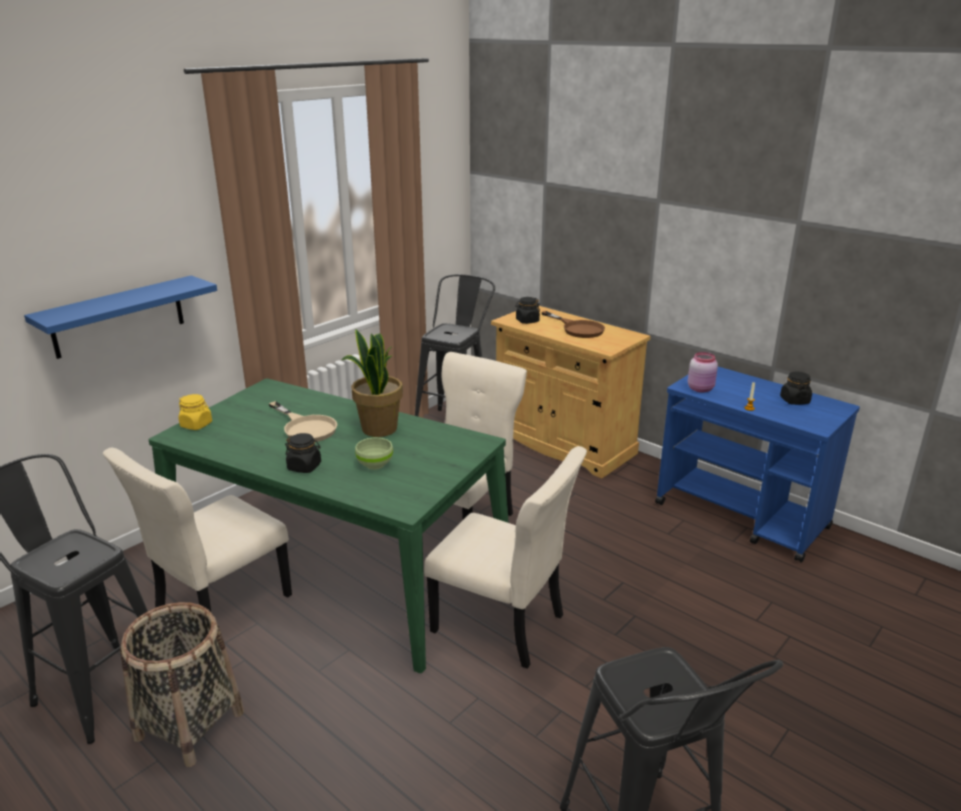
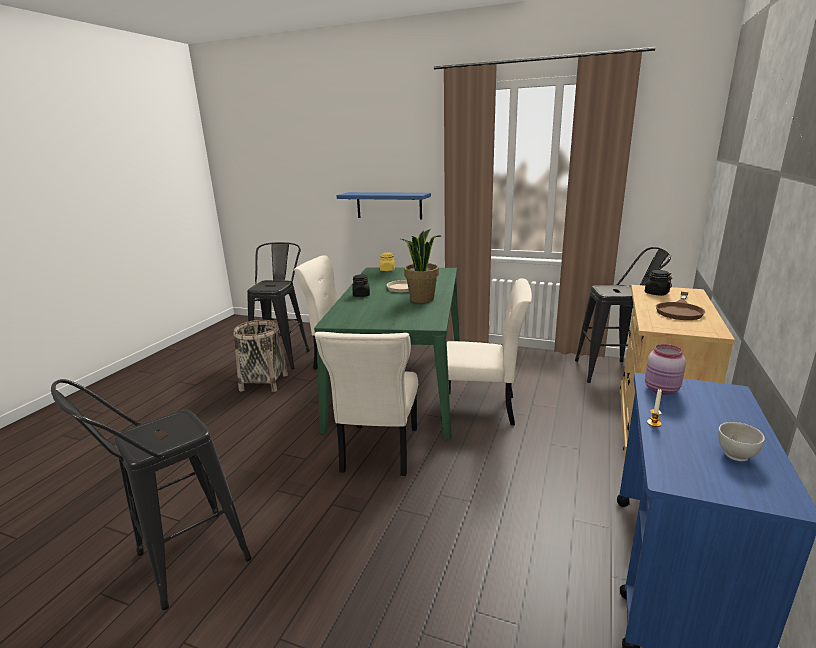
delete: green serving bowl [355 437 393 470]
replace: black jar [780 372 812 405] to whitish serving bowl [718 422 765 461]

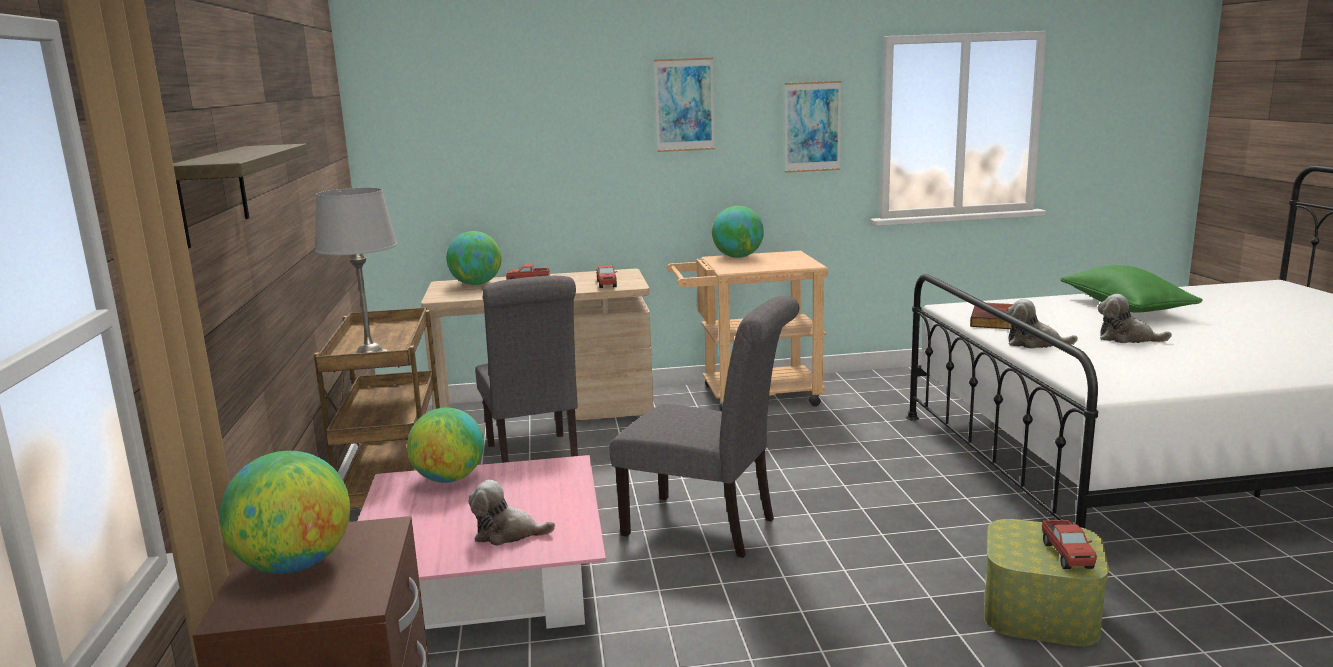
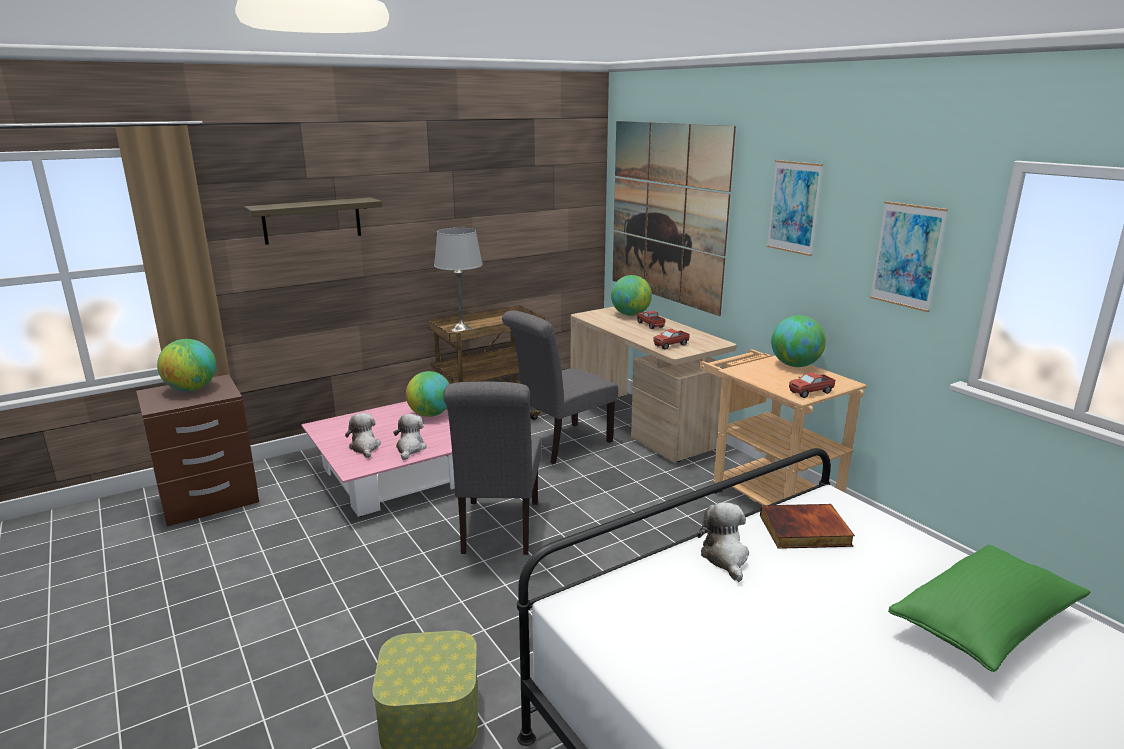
insert: wall art [612 121 736 316]
move: model truck [1042 520 1097 569] to [789 372 835 398]; plush toy [1098 294 1172 343] to [393 414 427 460]

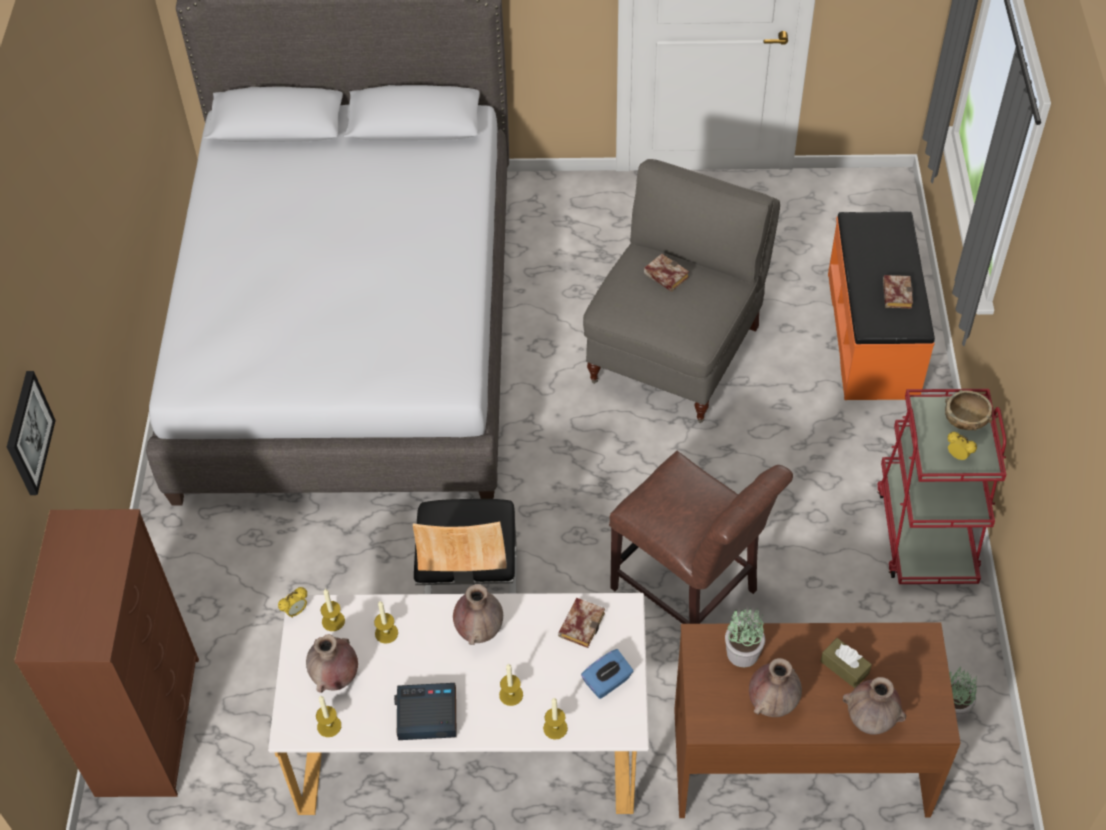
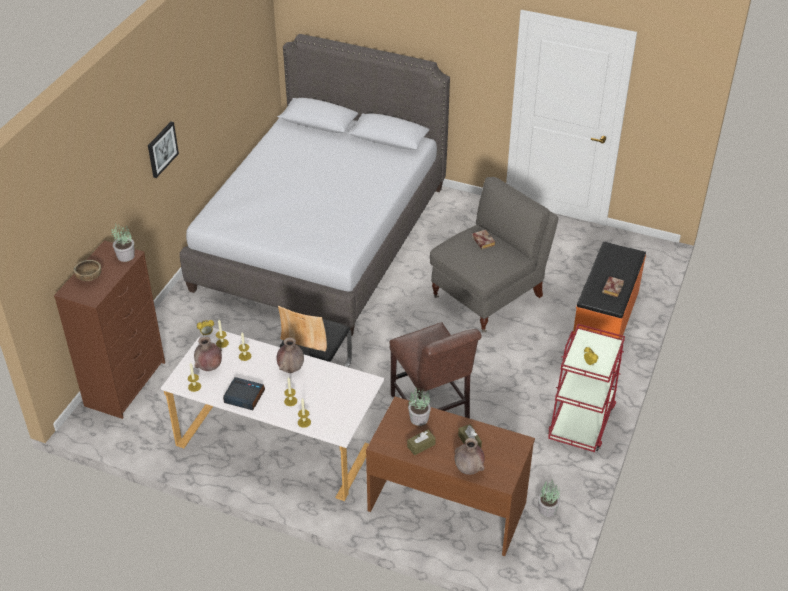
delete: bound book [558 598 605 648]; bluish tissue holder [581 649 634 699]
insert: plant in a pot [111 223 135 262]
move: wall art [7 371 56 495] to [148 122 179 178]; brownish serving bowl [945 390 993 431] to [73 260 101 281]
replace: brownish decorative vase [749 658 802 717] to brownish tissue holder [407 429 436 455]

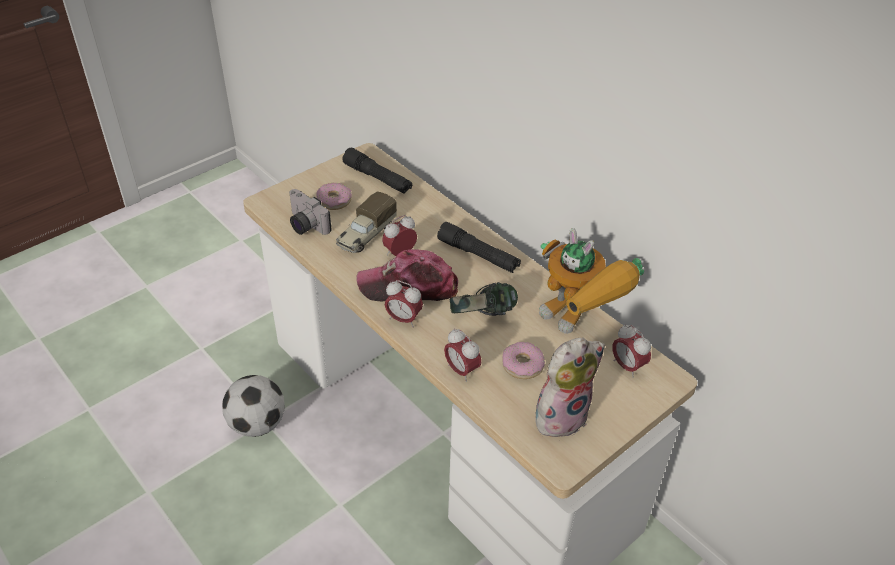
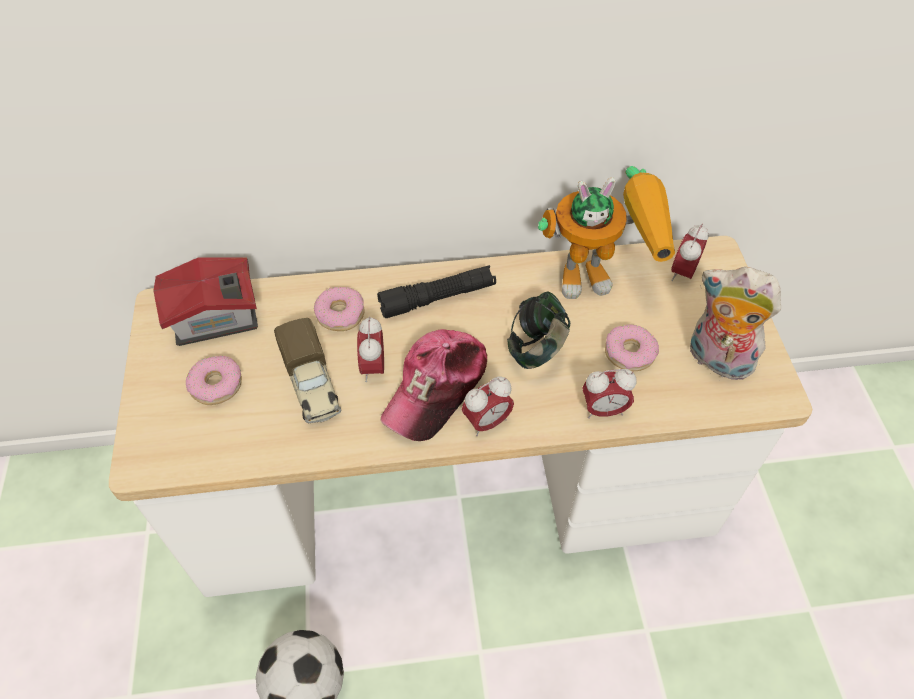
delete: photo camera [289 189 332 235]
insert: doughnut [314 287 365 331]
replace: black hand torch [342 148 412 194] to toy house [153 257 258 346]
rotate: plush toy [535 337 605 441] = [690 267 781 381] 60 degrees counterclockwise; alarm clock [612 324 651 378] = [671 224 709 281] 120 degrees clockwise

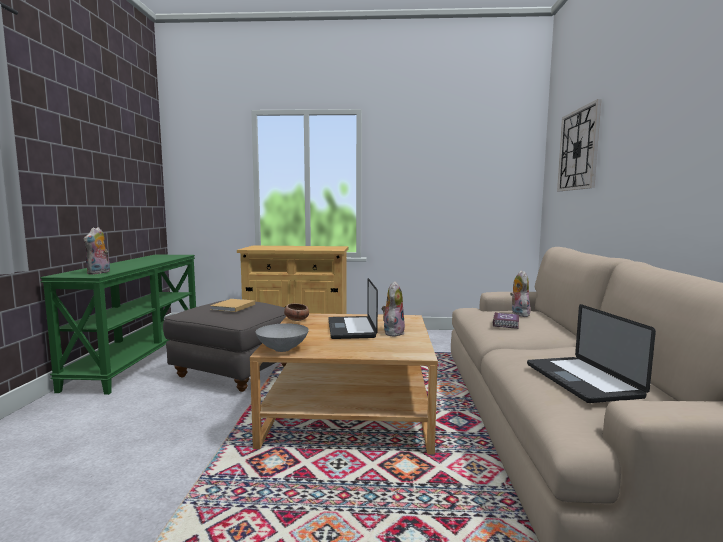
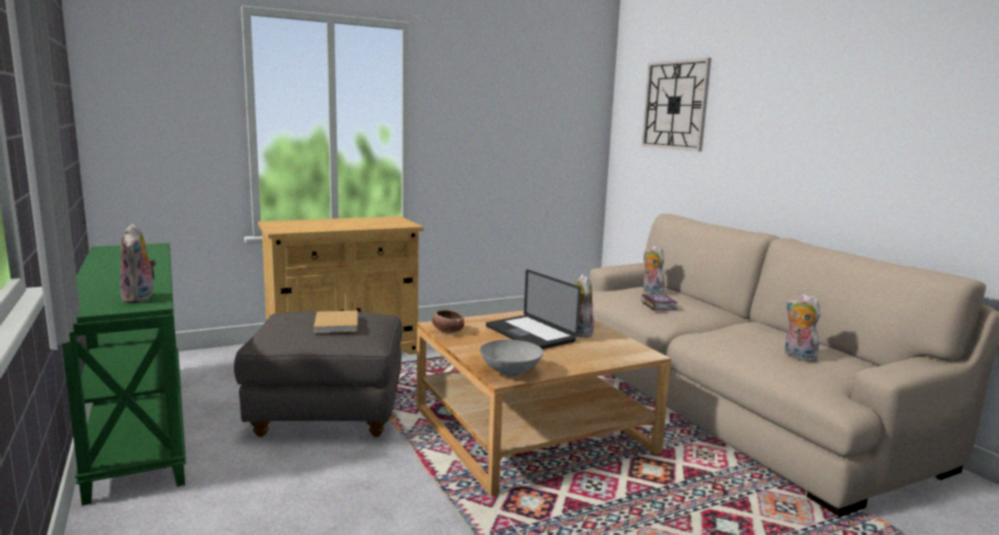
replace: portable computer [527 304 656 403] to plush toy [785 294 821 362]

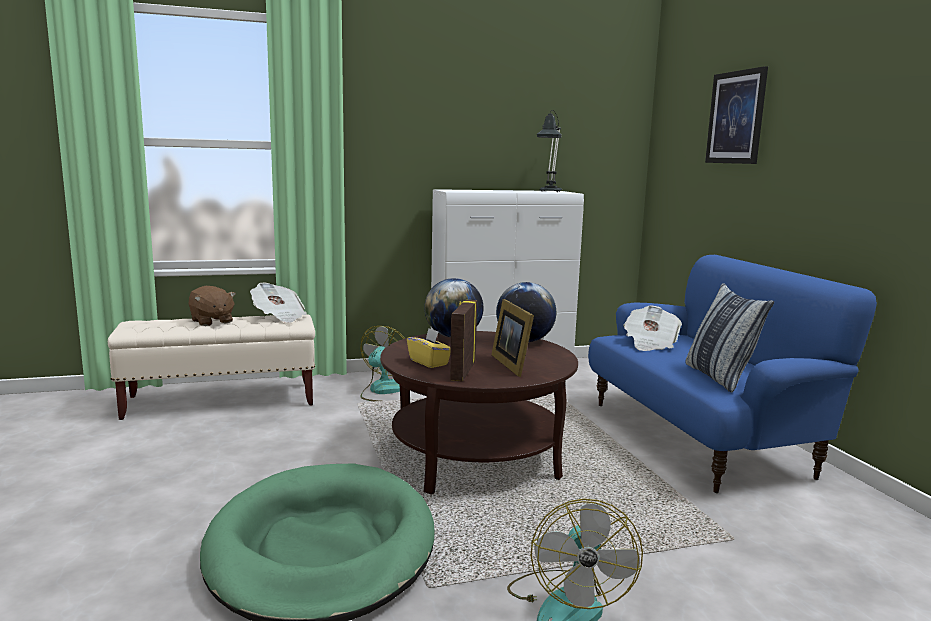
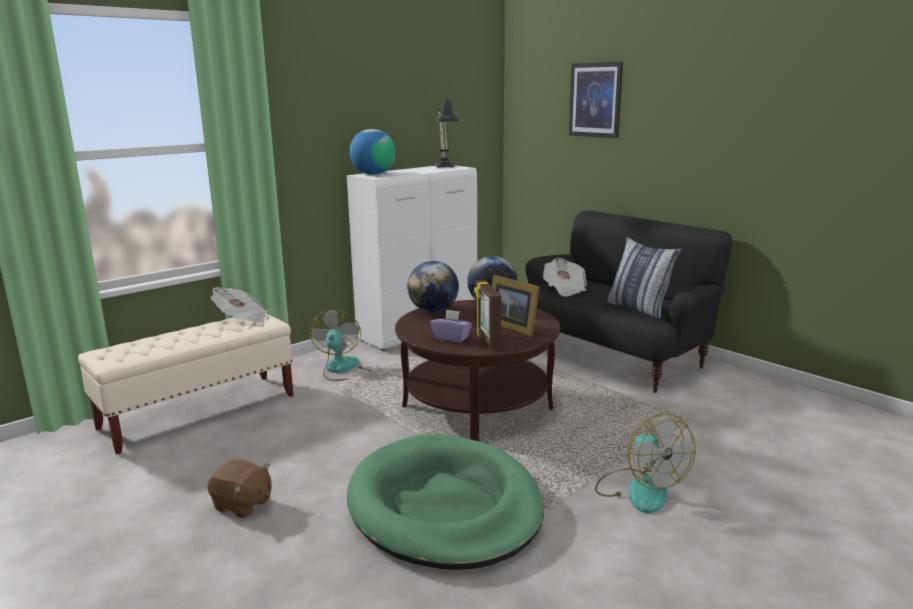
insert: world globe [350 129 395 175]
move: brownish plush toy [188 286 236 326] to [207 459 271 519]
recolor: yellow tissue holder [407 328 450 368] to purplish tissue holder [430 309 472 343]; bluish settee [588 255 877 494] to black settee [525 210 733 393]

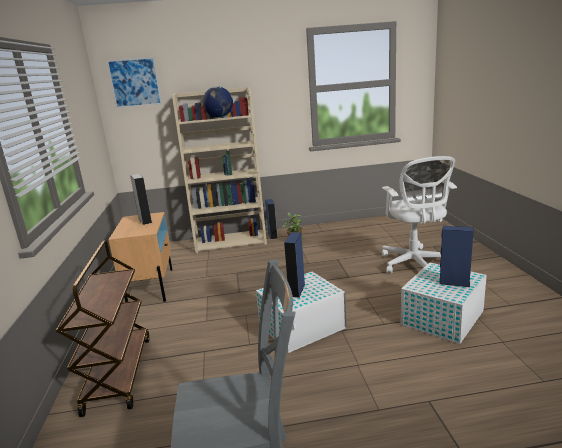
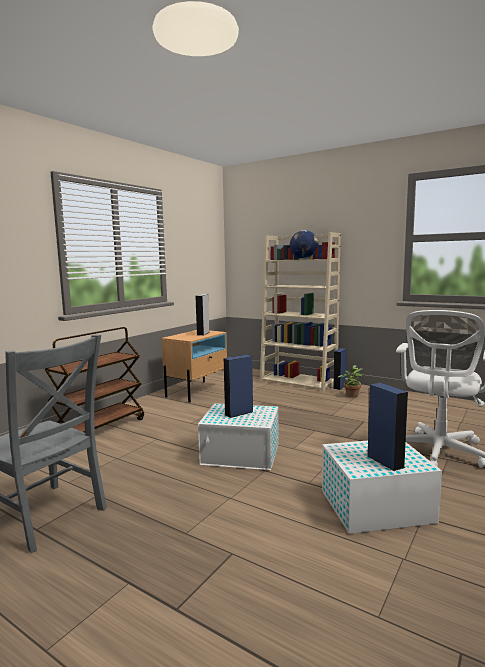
delete: wall art [106 57 162 108]

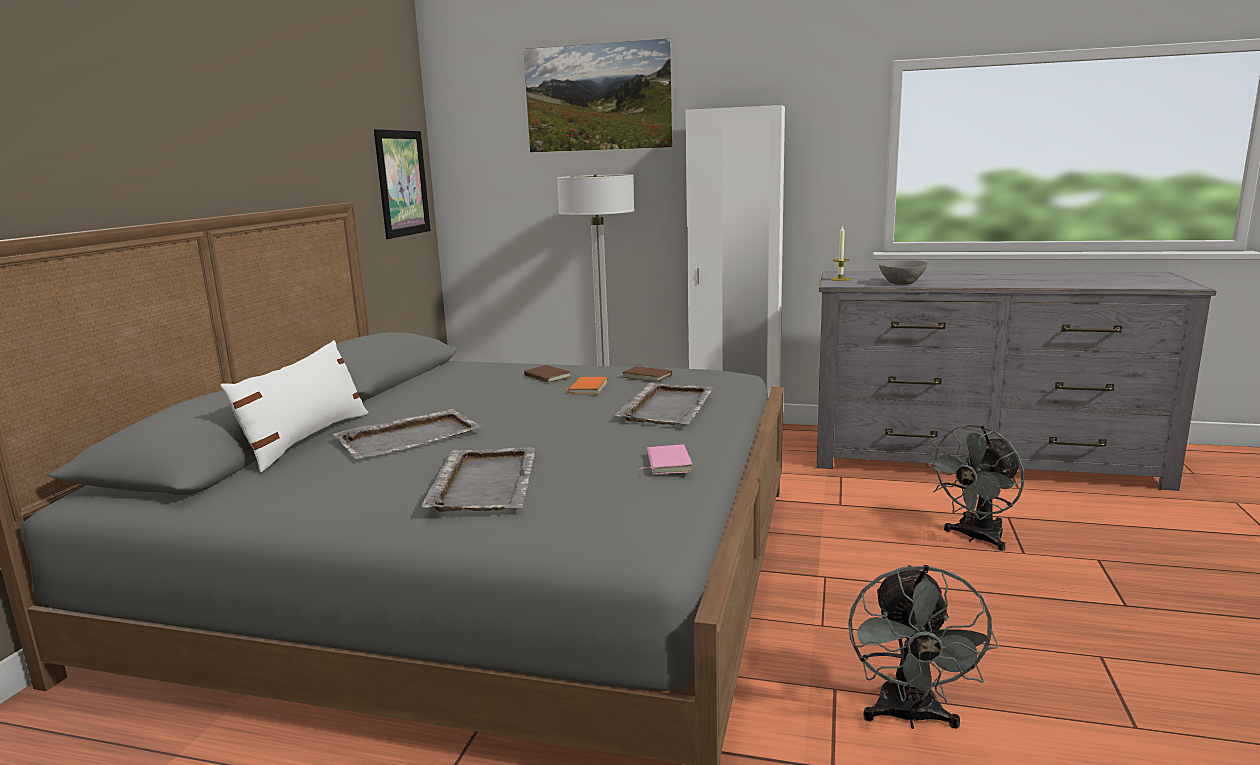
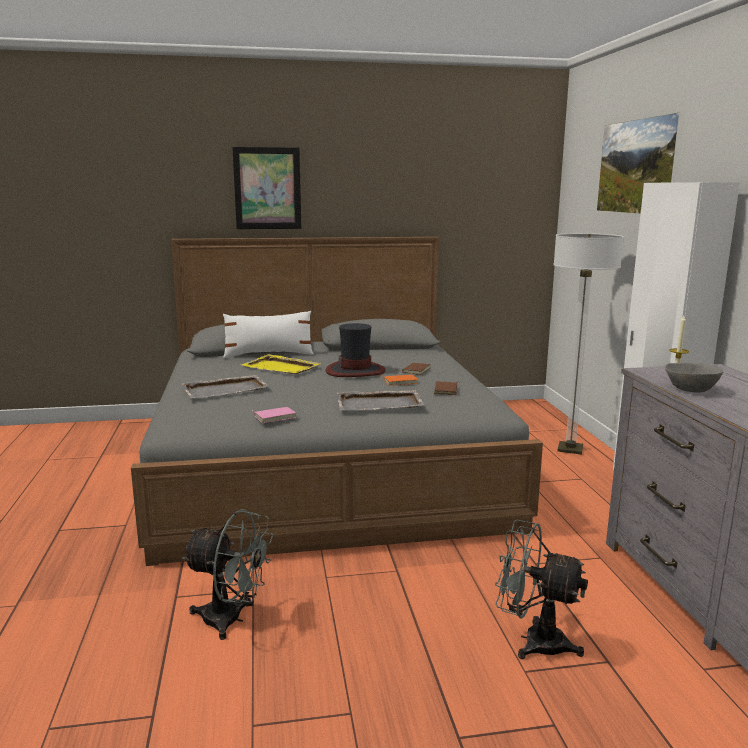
insert: wearable hat [325 323 385 377]
move: wall art [374 129 431 239] to [232 147 301 229]
recolor: grey tray [333 409 482 459] to yellow tray [241 354 322 374]
rotate: grey electric fan [848 565 999 729] = [182 509 273 640] 150 degrees counterclockwise

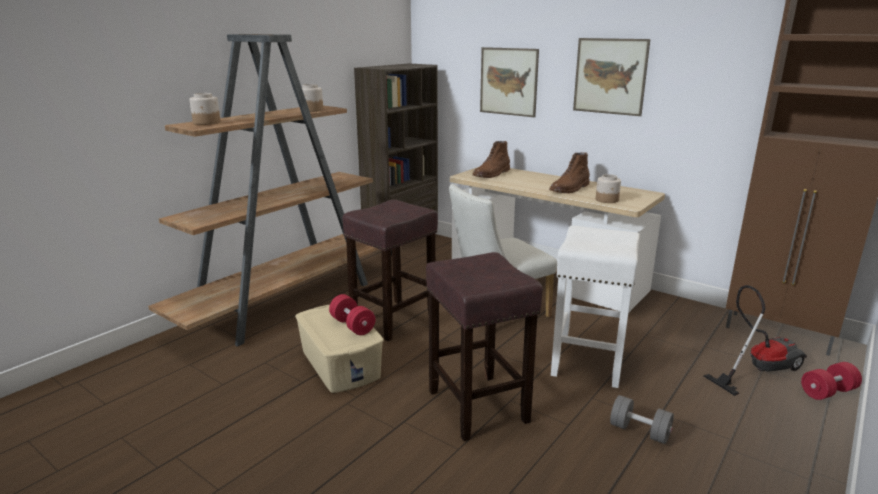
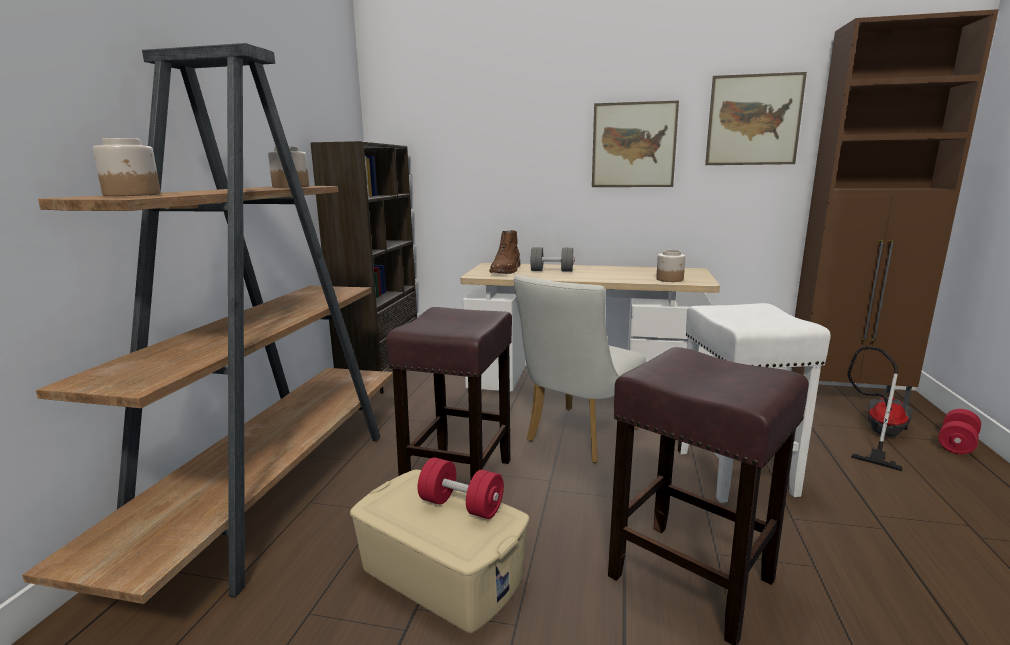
delete: brownish high-top boot [549 152 590 193]
move: wall art [480 47 539 117] to [705 72 807 165]; grey hand weight [610 395 674 444] to [530 247 575 272]

